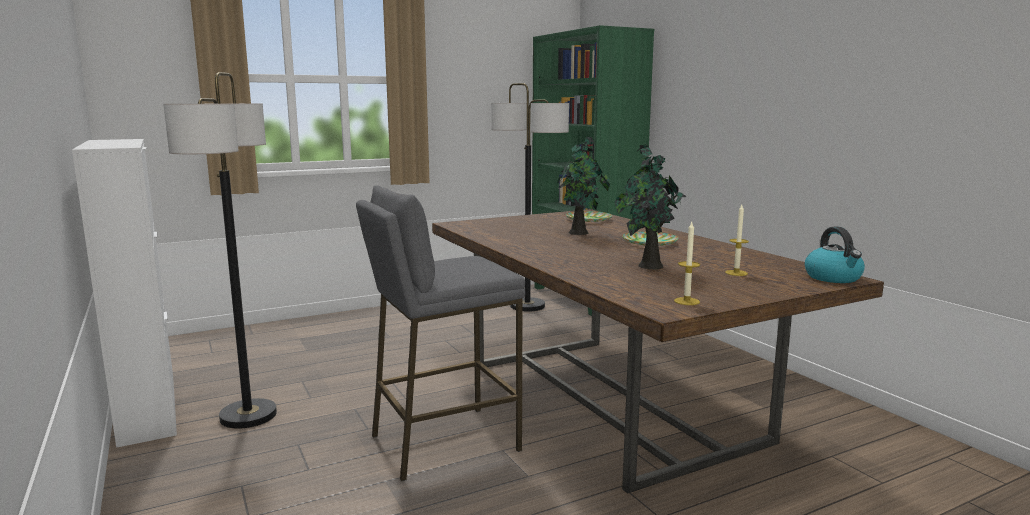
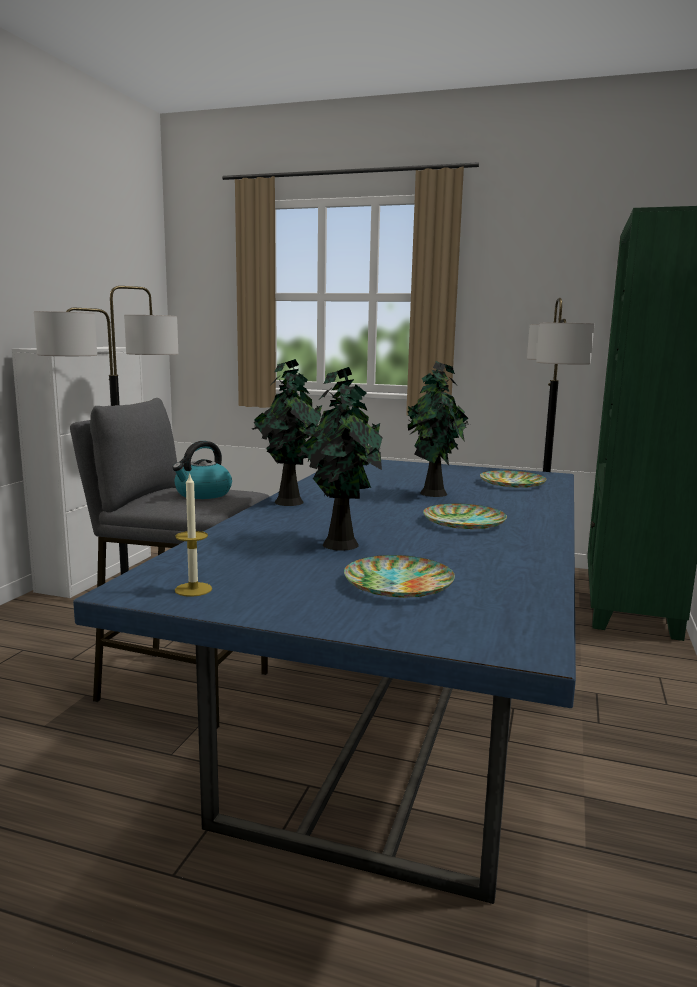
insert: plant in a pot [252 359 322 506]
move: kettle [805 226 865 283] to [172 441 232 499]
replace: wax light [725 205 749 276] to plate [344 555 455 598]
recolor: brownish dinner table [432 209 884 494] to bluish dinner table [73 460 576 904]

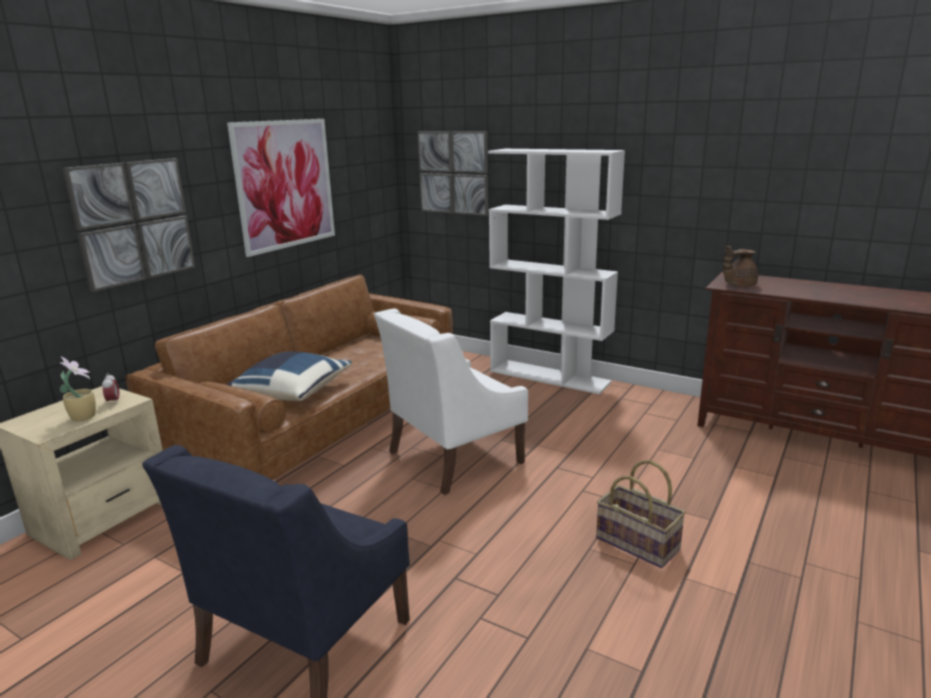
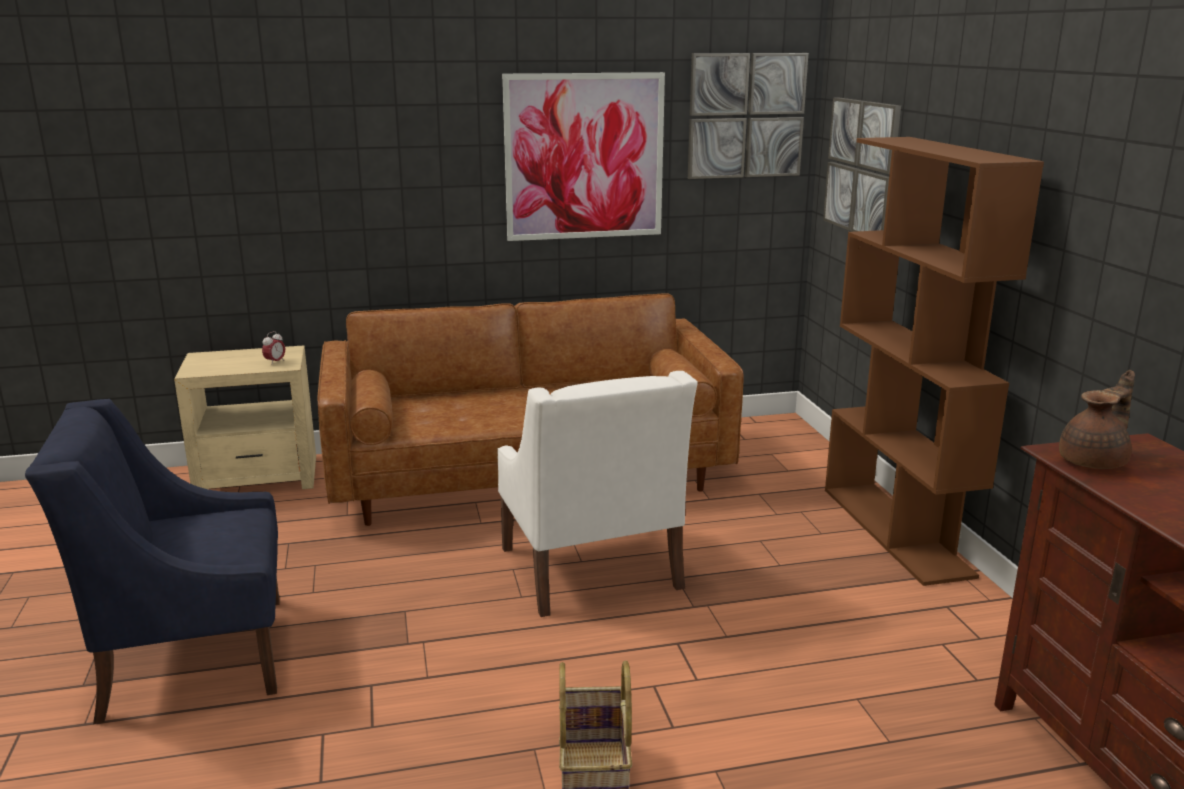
delete: plant in a pot [59 357 96 421]; bluish cushion [227 351 352 401]
move: wall art [62 158 195 292] to [688 53 809 179]
recolor: whitish bookshelf [488 149 625 394] to brownish bookshelf [825 137 1044 586]
rotate: whitish lounge chair [374 308 528 495] = [498 371 698 617] 120 degrees counterclockwise; brownish teapot [723 245 758 287] = [1059 370 1135 469] 120 degrees clockwise

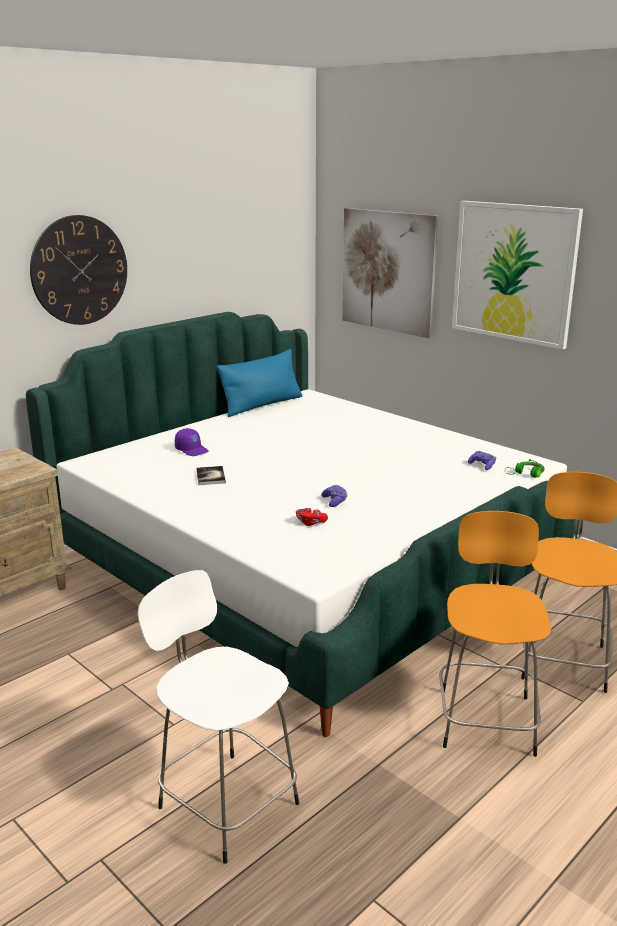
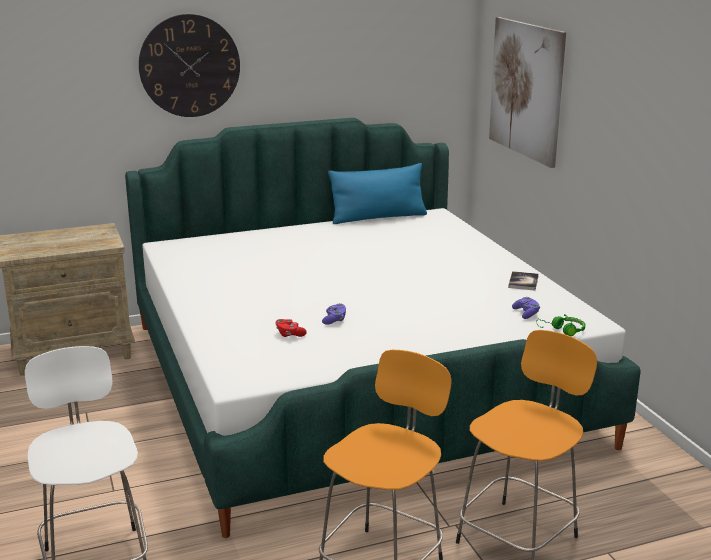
delete: purplish baseball cap [175 428 209 456]; wall art [452 201 583 349]
move: bound book [196 466 226 485] to [508 271 539 291]

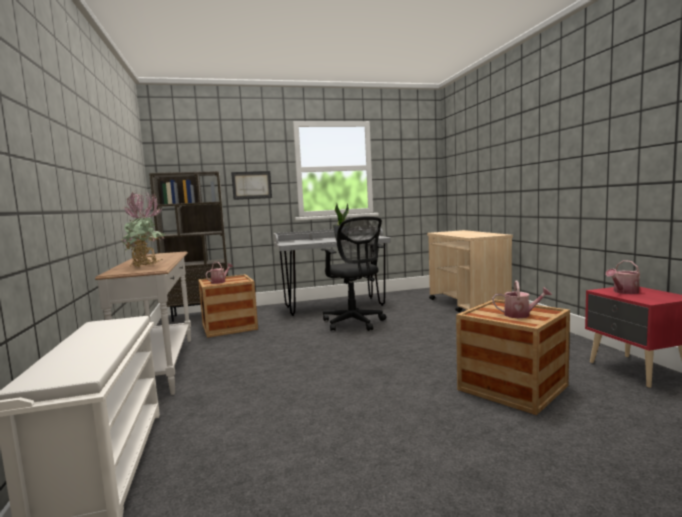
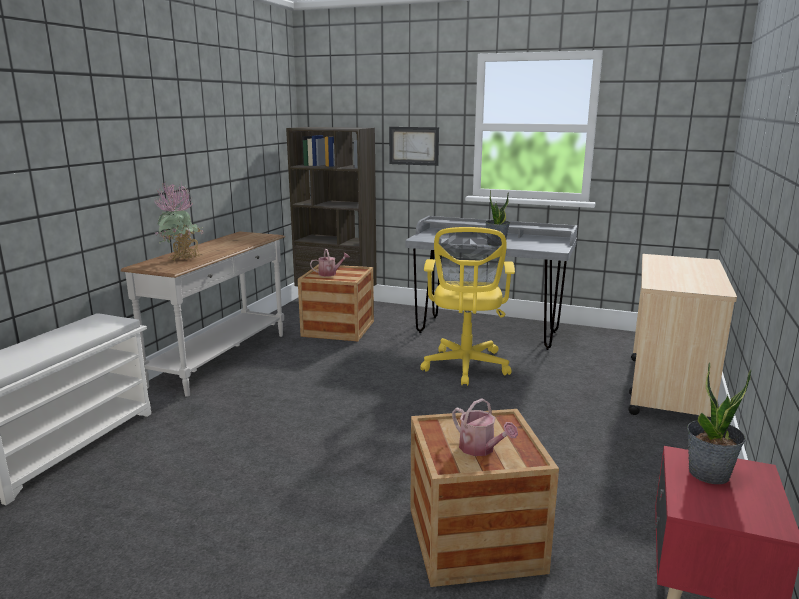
replace: sprinkling can [606 260 640 294] to plant in a pot [687 363 751 484]
recolor: black desk chair [321 216 386 331] to yellow desk chair [420 227 515 386]

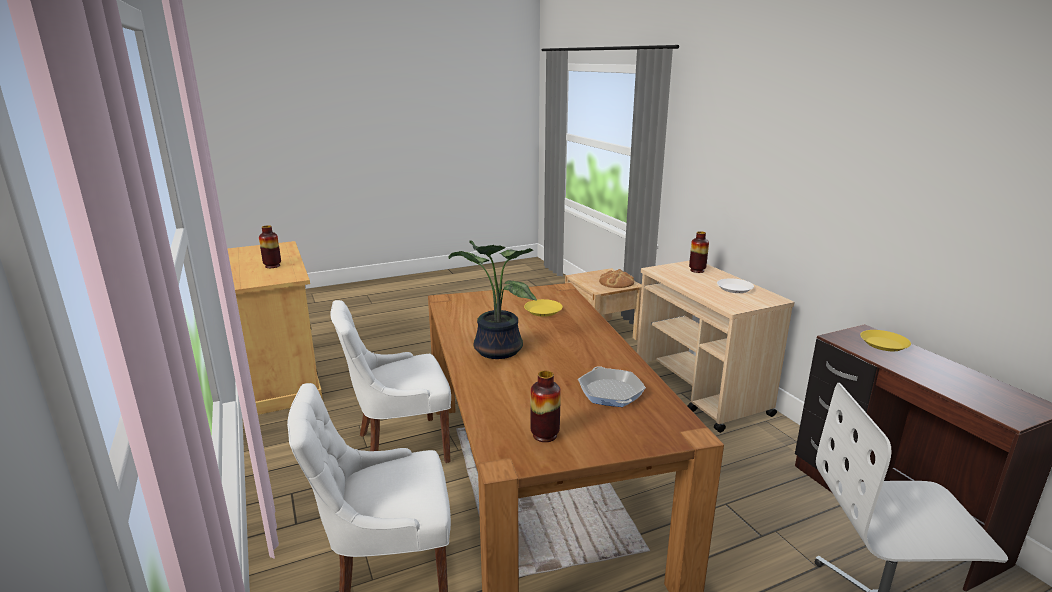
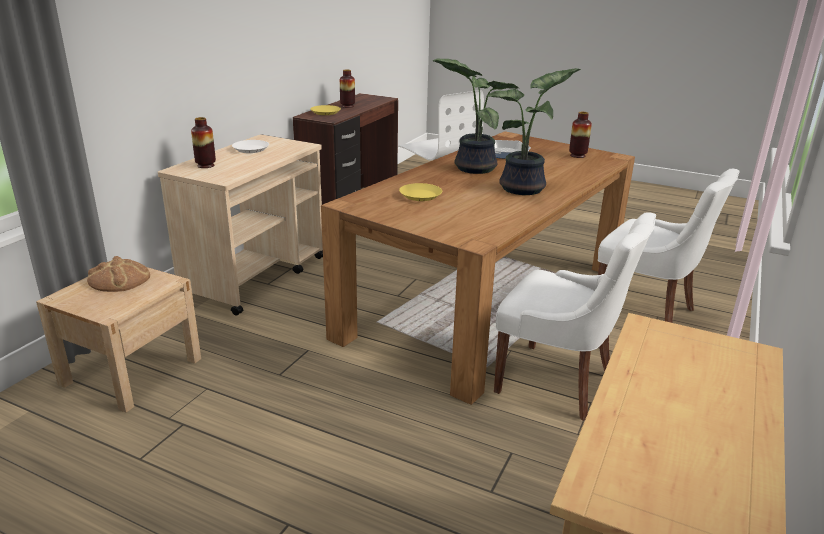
insert: plant in a pot [432 58 521 174]
move: decorative vase [259 225 281 268] to [340 70 355 108]

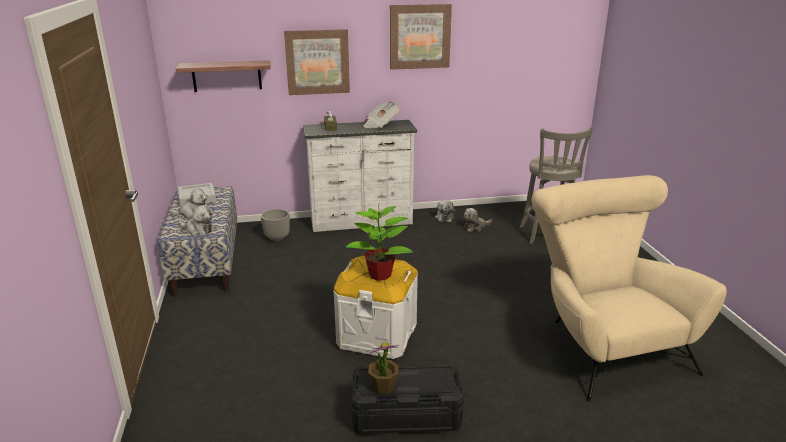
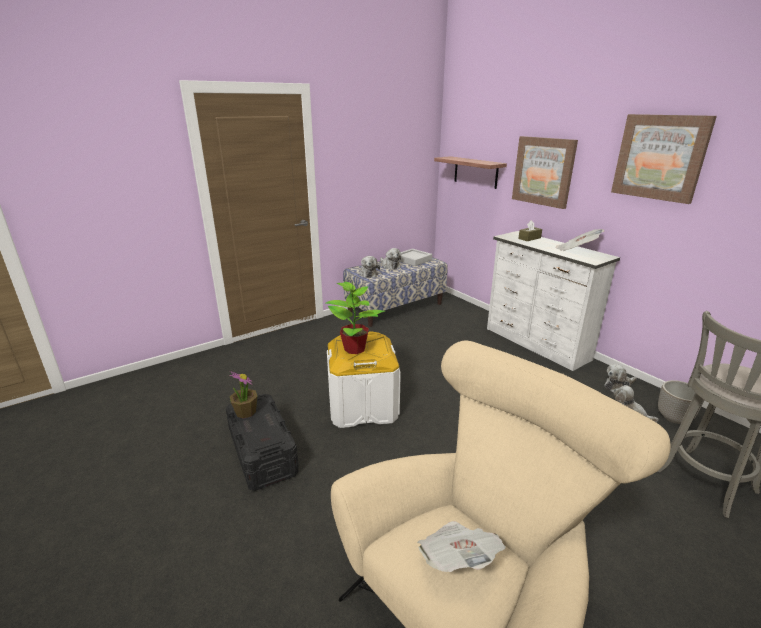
insert: printed paper [417 521 506 572]
move: plant pot [261 209 290 241] to [658 380 704 424]

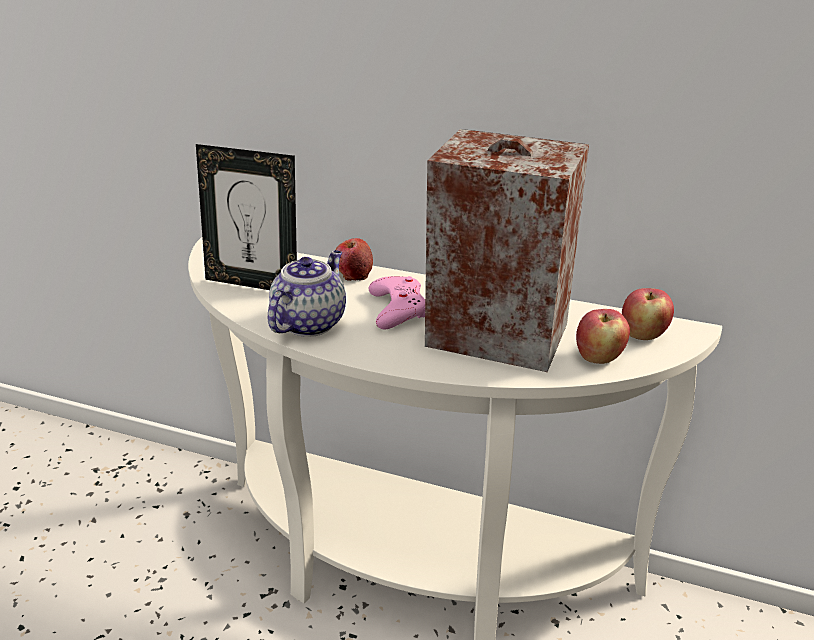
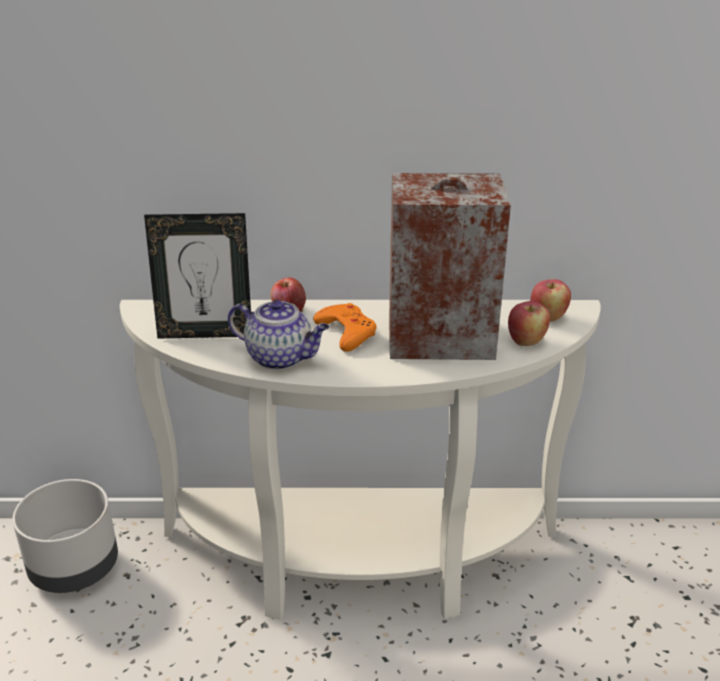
insert: grey plant pot [12 479 118 593]
recolor: pink joypad [369 276 425 329] to orangey joypad [313 303 377 352]
rotate: teapot [268 250 346 337] = [228 300 329 370] 105 degrees clockwise

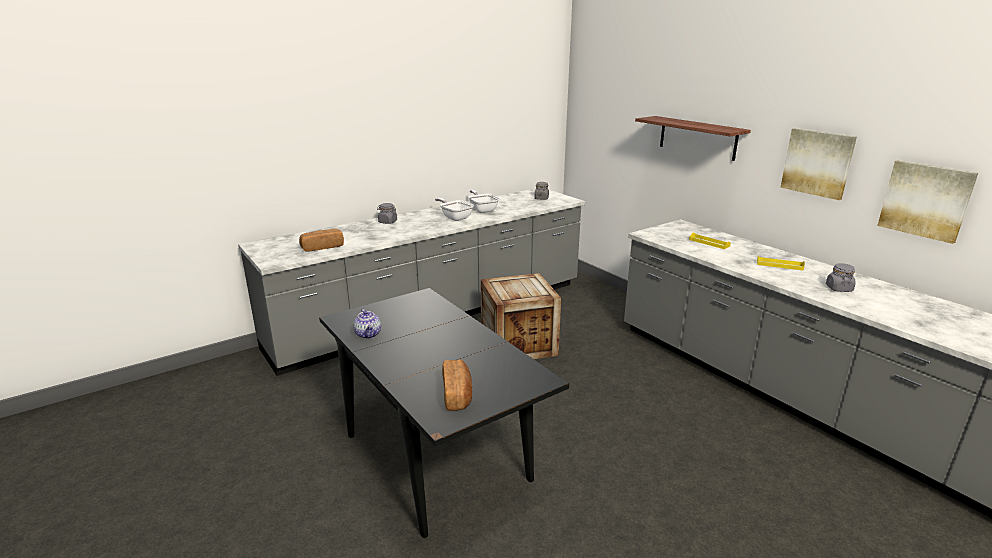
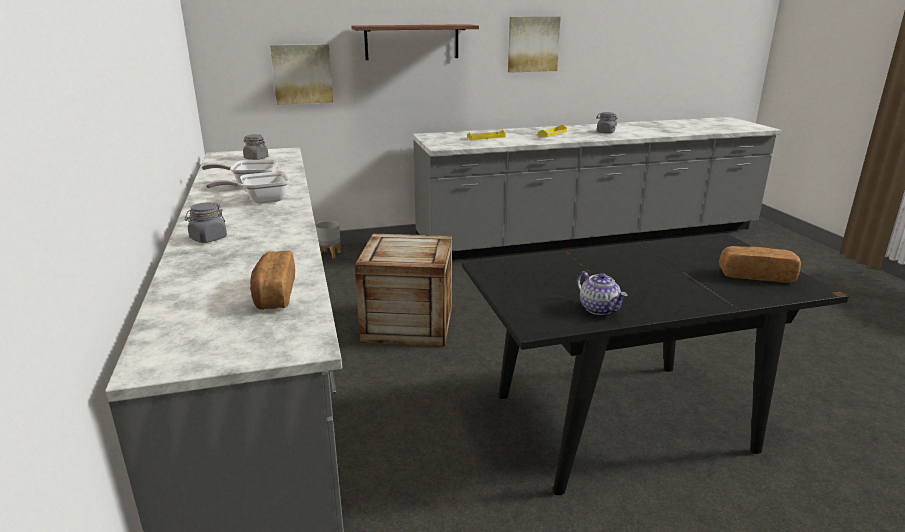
insert: grey plant pot [315 221 341 259]
move: wall art [877 160 978 244] to [270 44 333 105]
rotate: teapot [353 308 381 339] = [576 271 627 315] 60 degrees clockwise

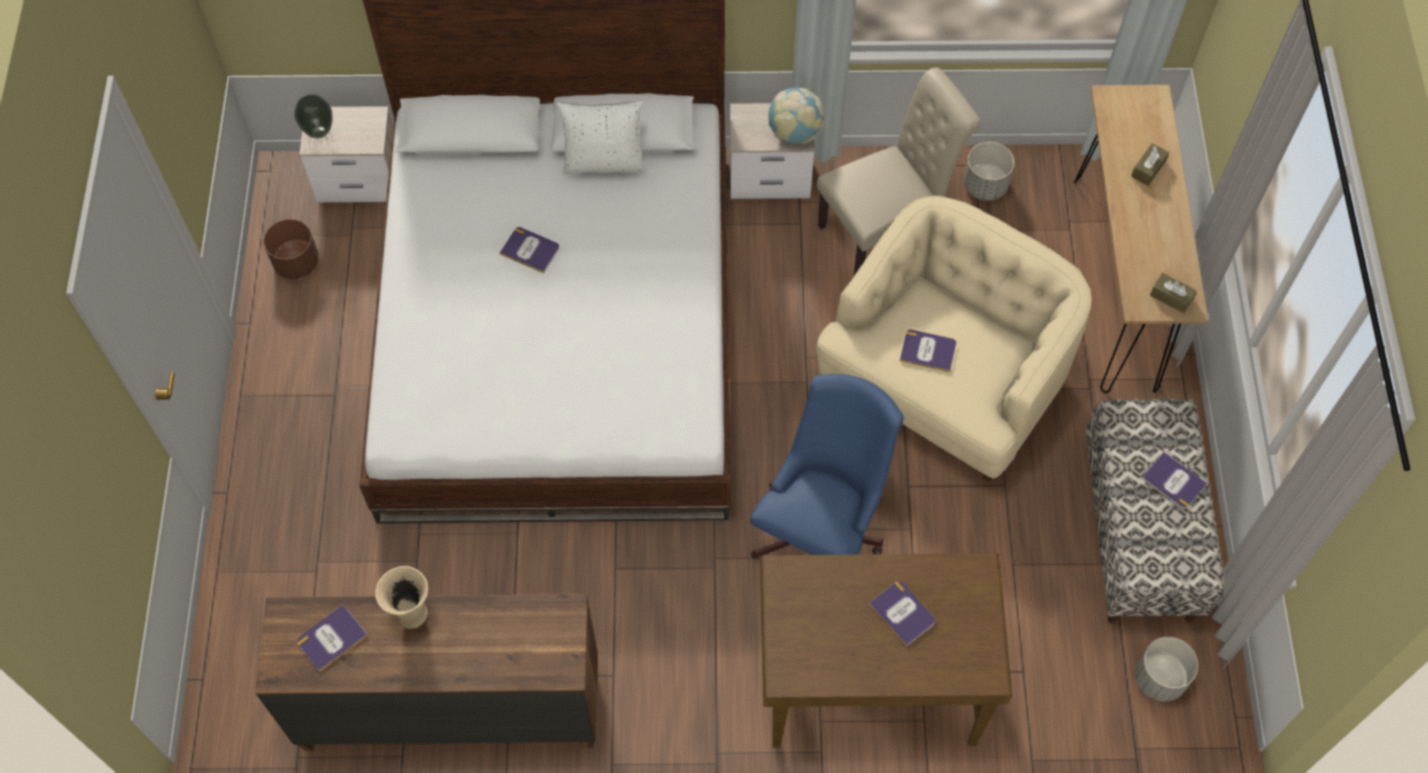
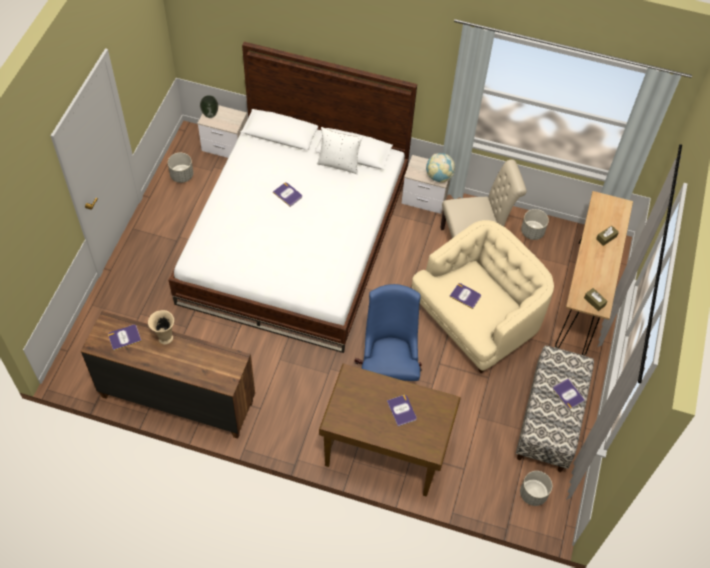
recolor: brownish plant pot [264 219 319 279] to grey plant pot [168 153 193 183]
rotate: bluish desk chair [750 374 904 559] = [354 284 422 381] 45 degrees counterclockwise

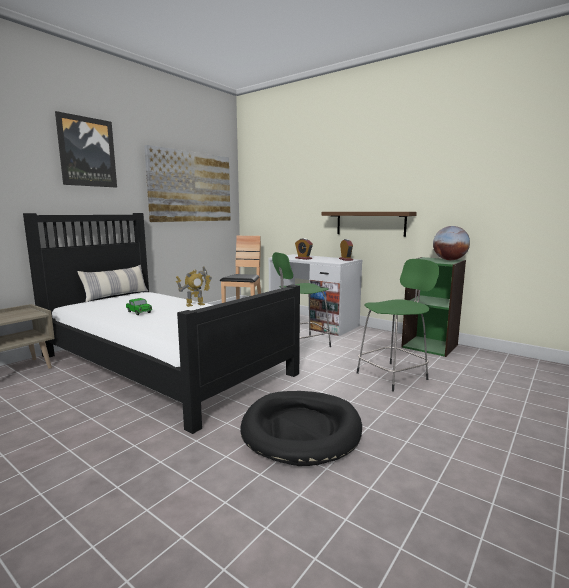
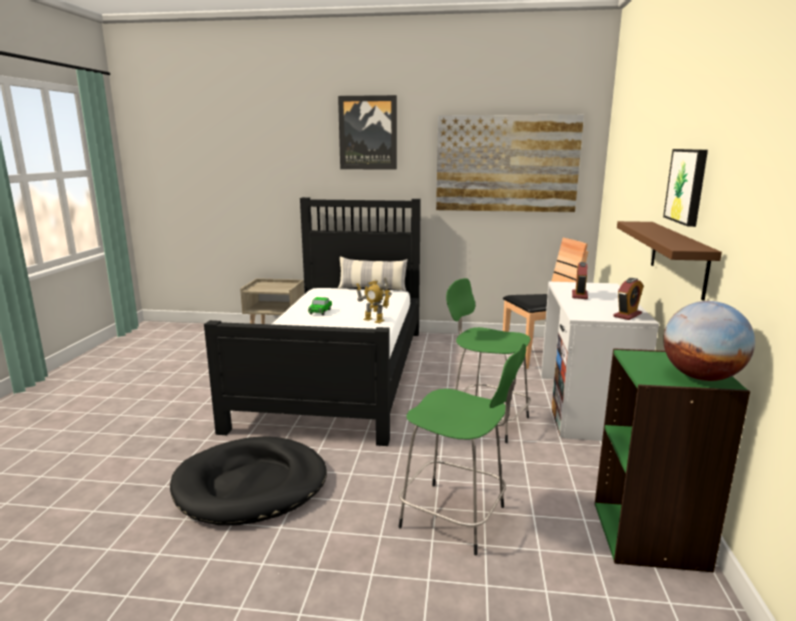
insert: wall art [663 149 708 227]

